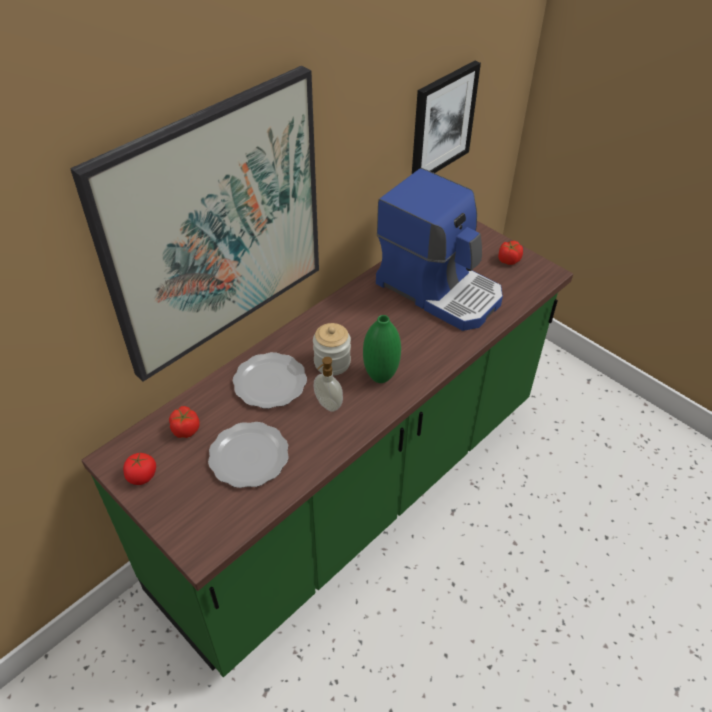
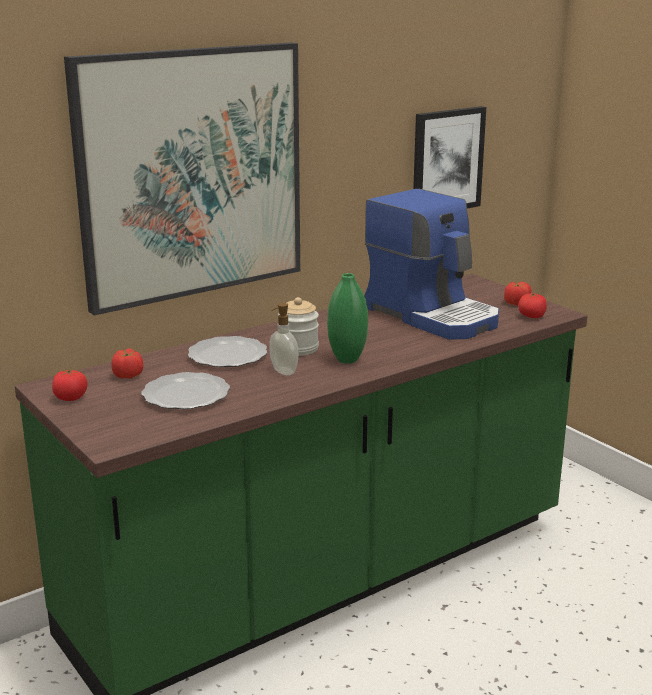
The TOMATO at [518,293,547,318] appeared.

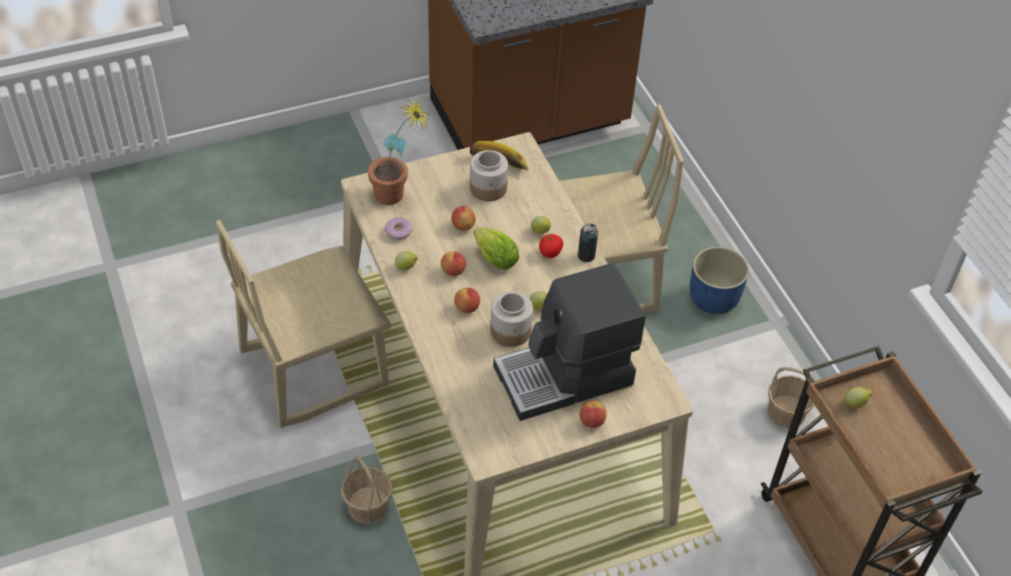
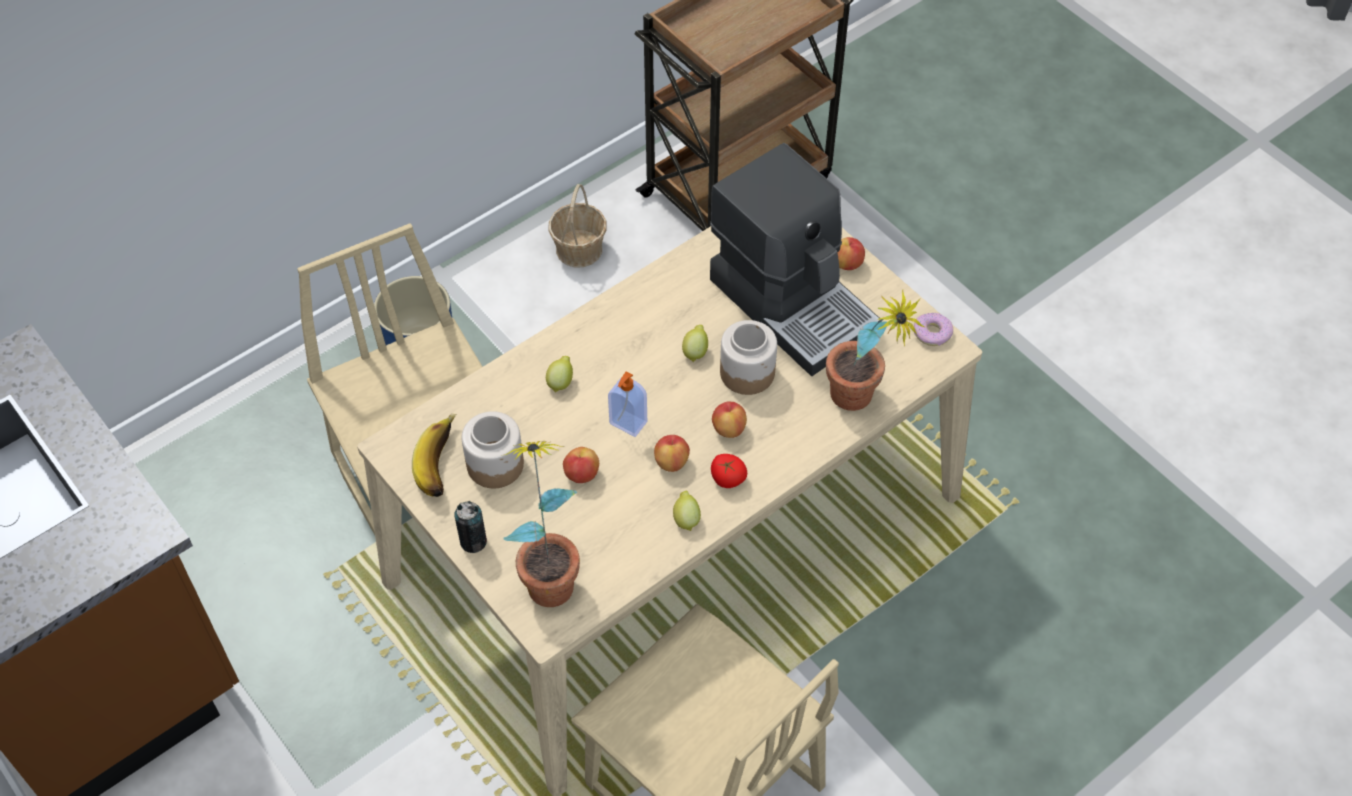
The SEALED CAN moved from [577,223,598,262] to [454,501,487,553].
The LETTUCE HEAD at [473,227,519,270] was replaced by the LIQUID SOAP BOTTLE at [608,372,647,437].
The TOMATO moved from [539,234,563,258] to [711,454,747,488].
The HOUSEPLANT at [826,289,925,411] appeared.
The RING DOUGHNUT moved from [385,217,412,241] to [914,313,953,346].
The STORAGE BASKET at [341,456,393,524] disappeared.
The WHOLE LEMON at [845,387,873,408] disappeared.

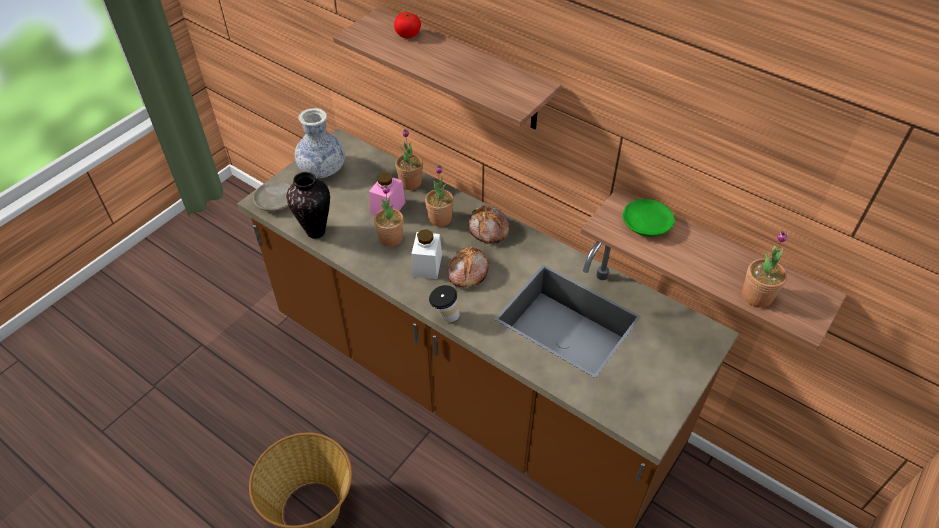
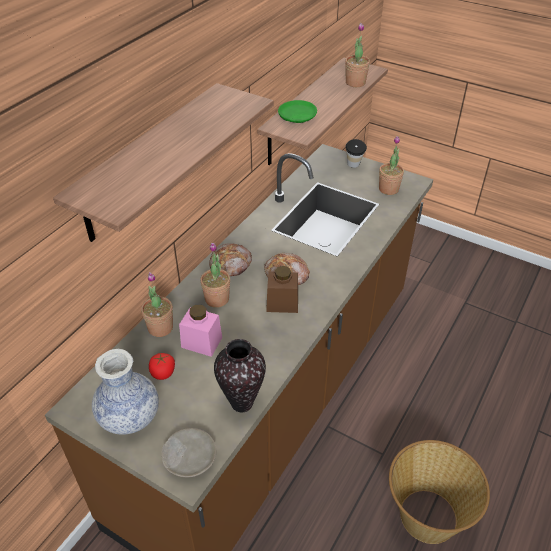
The TOMATO moved from [394,12,421,38] to [149,353,175,380].
The WHITE-COLOURED JAR at [411,229,442,279] became the BROWNISH JAR at [266,266,298,313].
The DRINKING CUP moved from [429,285,460,323] to [346,139,367,168].
The HOUSEPLANT moved from [374,185,404,247] to [379,136,404,195].

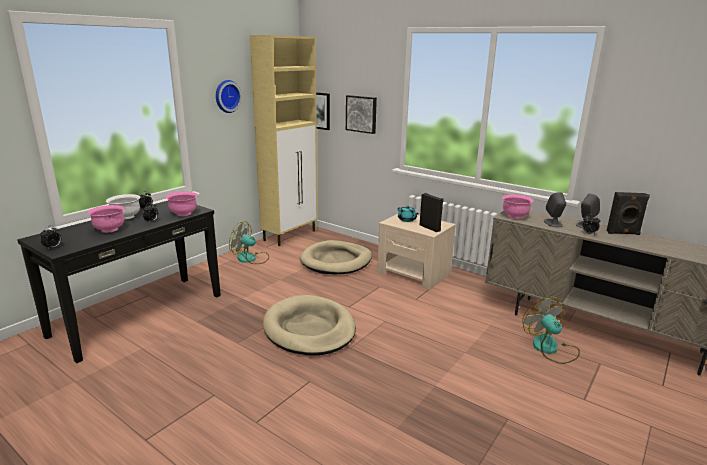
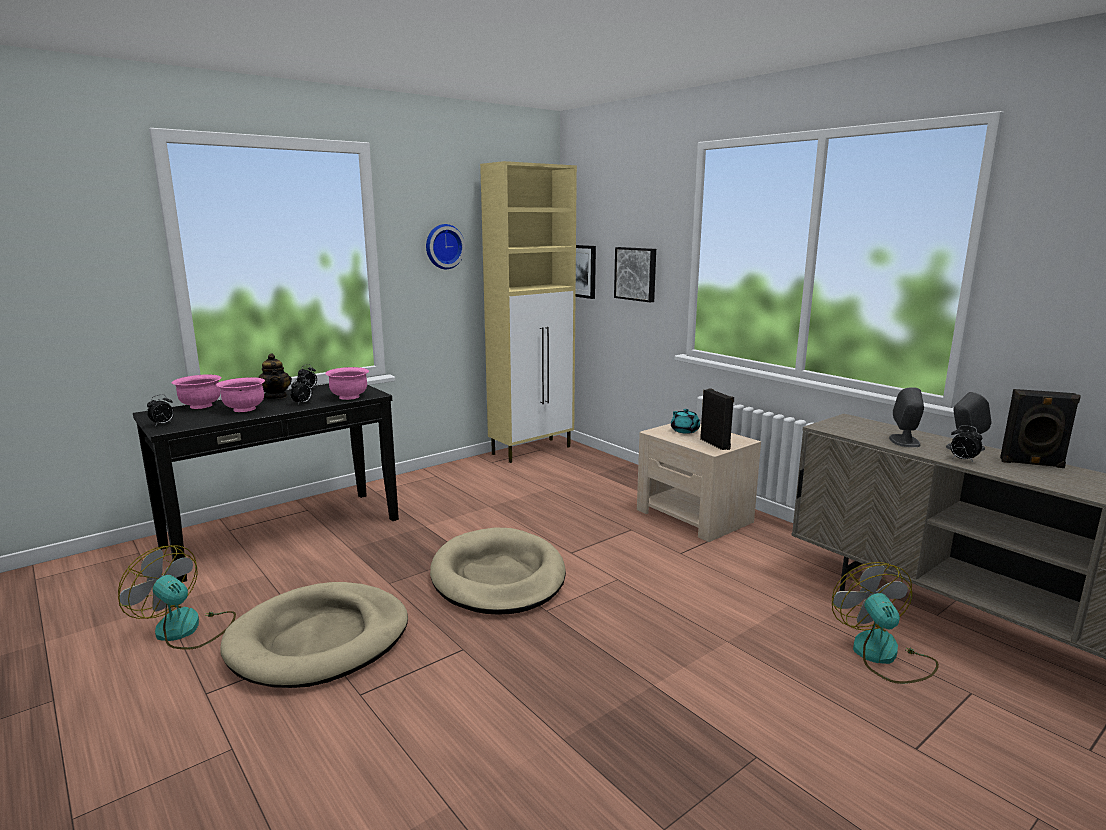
The FAN moved from [229,221,269,264] to [118,545,236,650].
The PINK DEEP DISH moved from [502,194,534,219] to [172,374,222,409].
The BEIGE DOG CUSHION moved from [300,240,372,274] to [220,582,408,688].
The WHITE-COLOURED DEEP DISH at [106,194,140,220] was replaced by the POT FOR TEA at [258,353,292,399].

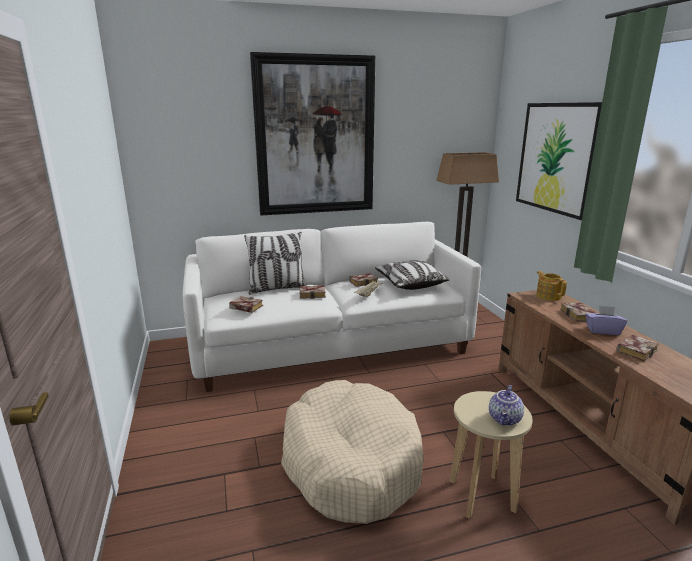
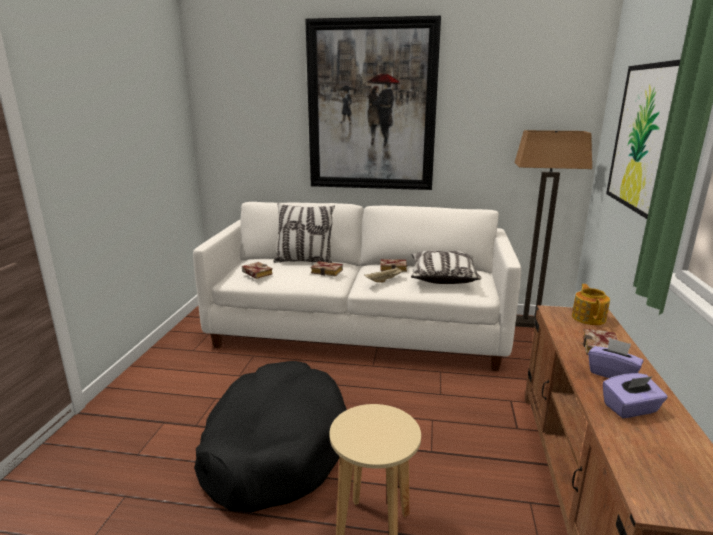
The BEIGE DOG CUSHION at [281,380,423,524] became the BLACK-COLOURED DOG CUSHION at [194,361,347,513].
The BOUND BOOK at [616,335,659,361] was replaced by the PURPLISH TISSUE BOX at [603,373,668,418].
The POT FOR TEA at [489,385,524,426] disappeared.

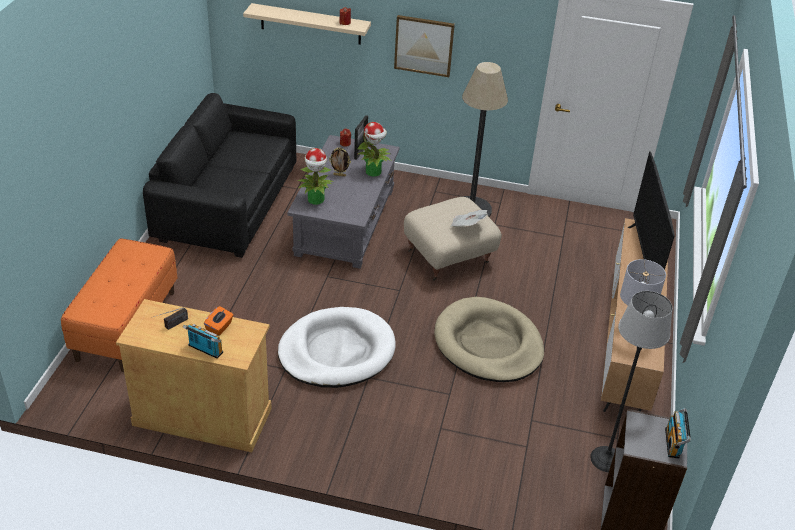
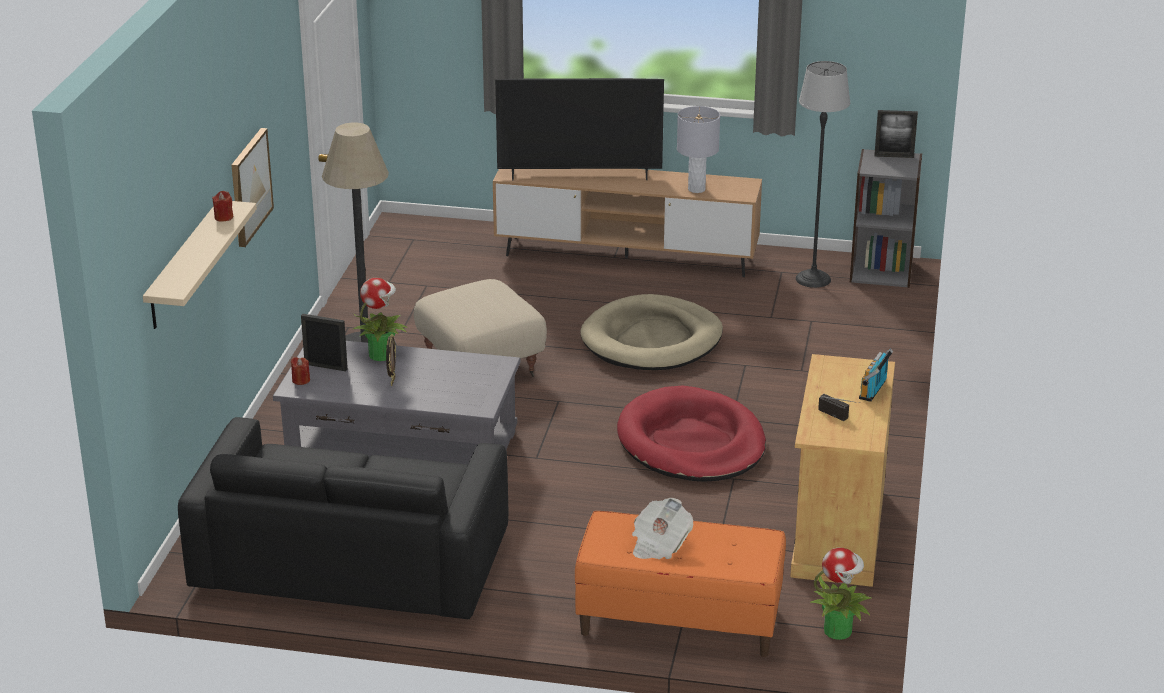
The WHITE-COLOURED DOG CUSHION at [278,307,396,388] became the RED DOG CUSHION at [617,386,766,482].
The PRINTED PAPER moved from [450,210,488,227] to [632,498,693,559].
The HOUSEPLANT moved from [298,148,333,205] to [810,547,871,640].
The RADIO at [665,408,691,458] was replaced by the PHOTO FRAME at [874,110,918,158].
The ORANGE-COLOURED TISSUE BOX at [204,306,233,336] disappeared.

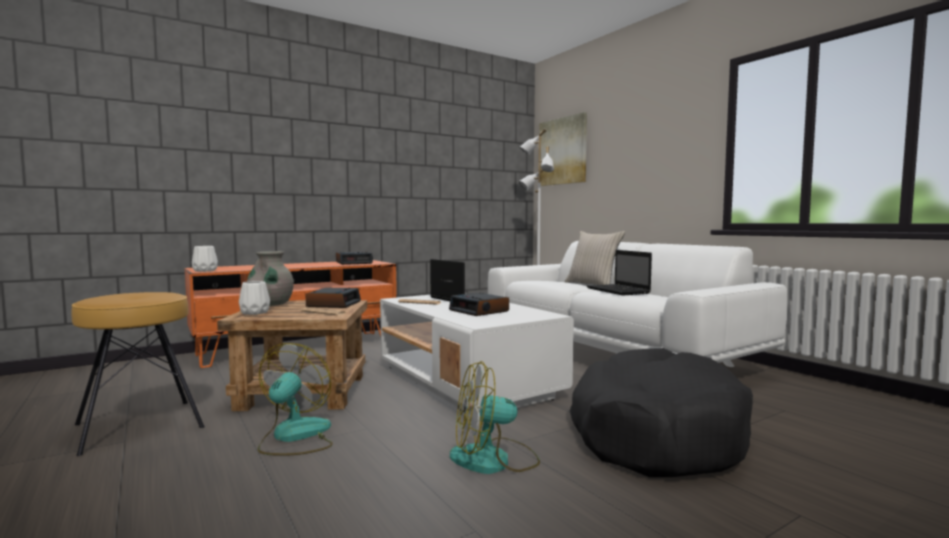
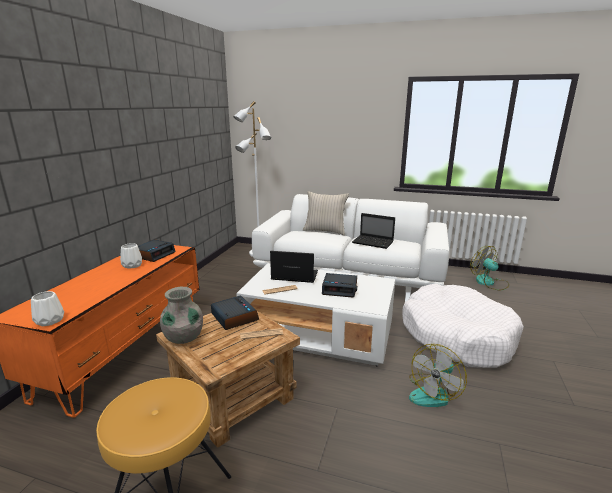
The WHITE-COLOURED FLOWER VASE moved from [239,281,270,315] to [120,243,142,269].
The BLACK-COLOURED DOG CUSHION at [570,348,753,477] became the WHITE-COLOURED DOG CUSHION at [402,284,524,368].
The FAN moved from [258,343,333,456] to [470,246,509,290].
The PICTURE at [539,112,587,186] disappeared.

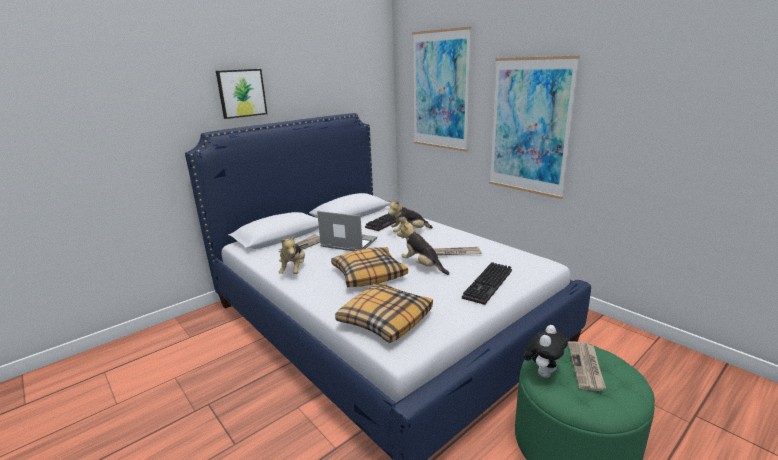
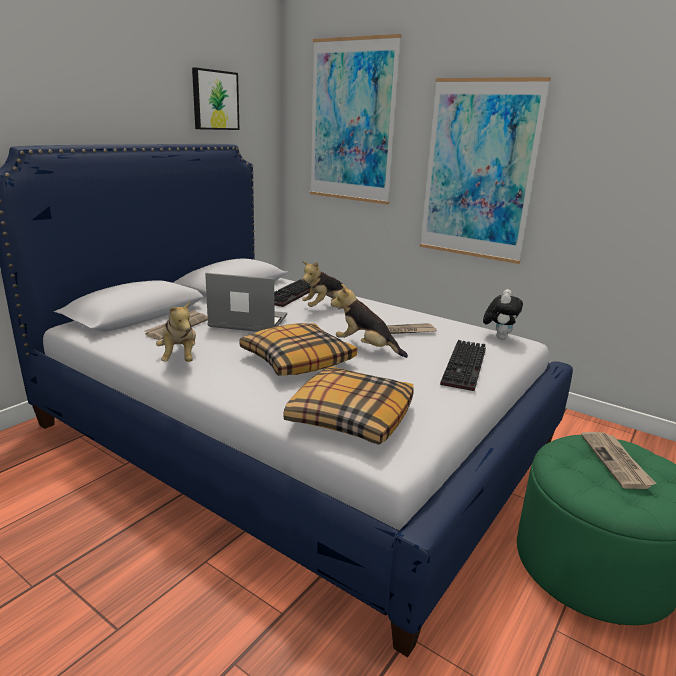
The PICTURE moved from [216,69,267,119] to [192,68,240,130].
The CUDDLY TOY moved from [524,325,568,378] to [483,289,523,339].

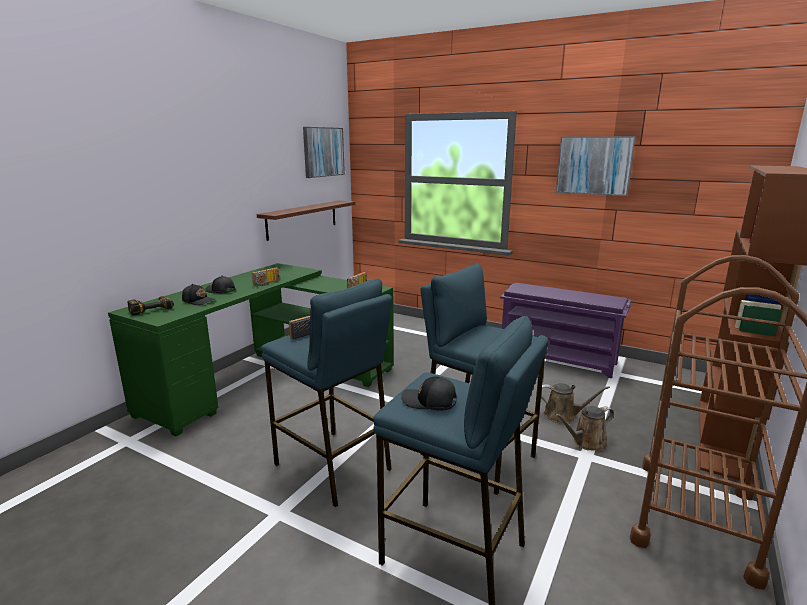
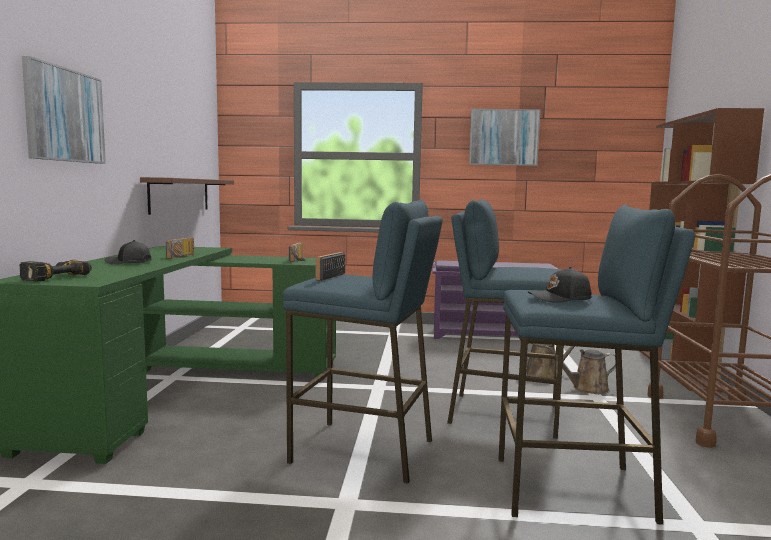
The PICTURE moved from [303,127,345,178] to [22,56,106,164].
The BROWNISH WATERING POT at [555,406,614,451] turned 45 degrees clockwise.
The BLACK-COLOURED BASEBALL CAP at [182,284,215,305] disappeared.

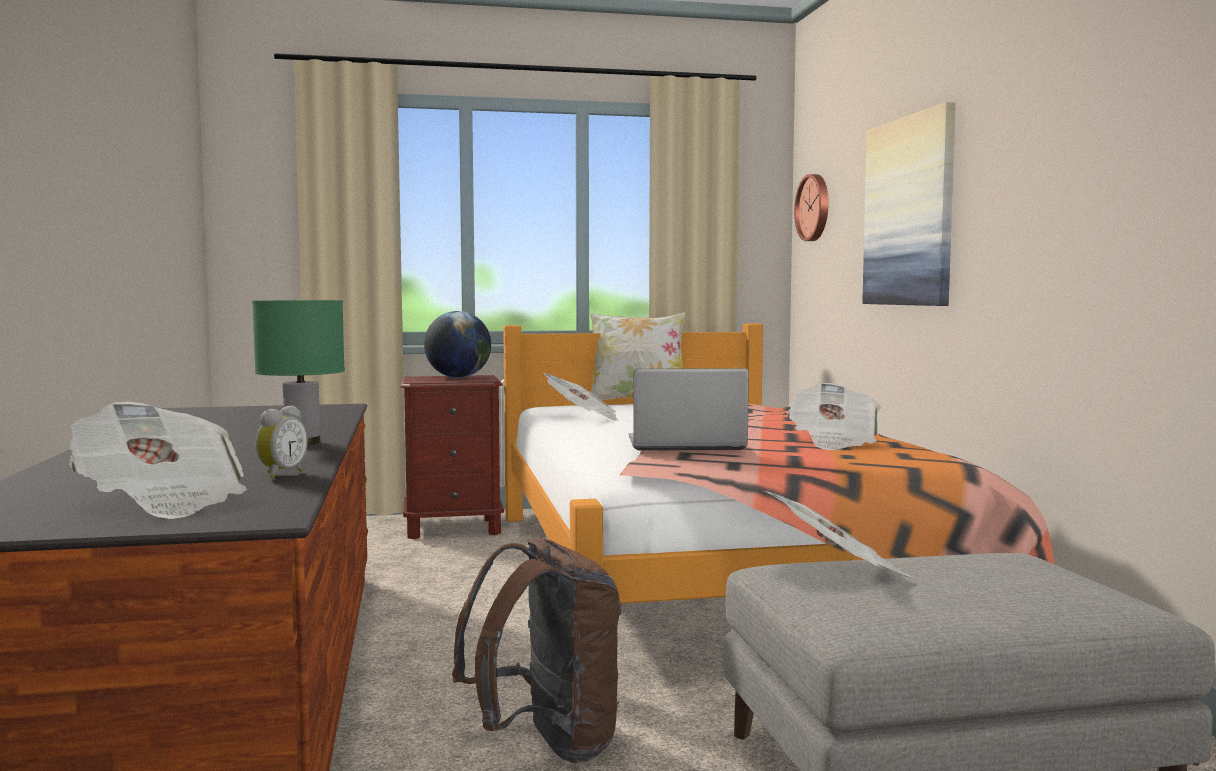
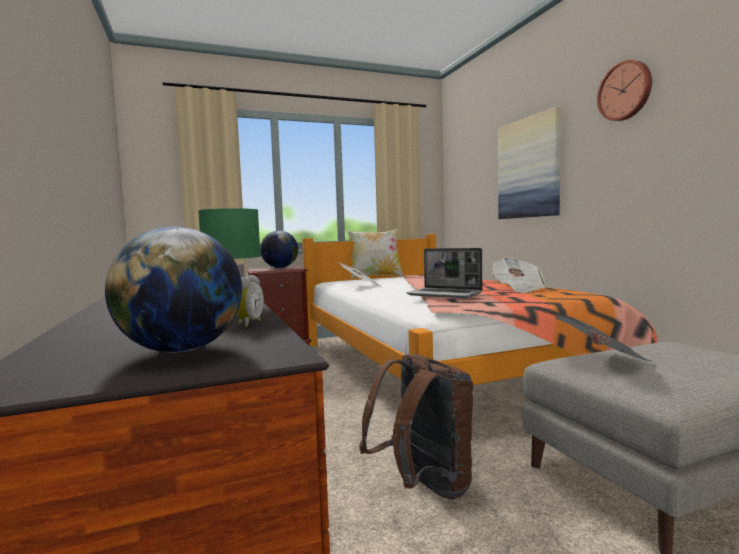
The PRINTED PAPER at [69,402,247,519] was replaced by the WORLD GLOBE at [105,226,242,353].
The PORTABLE COMPUTER at [629,368,749,451] turned 135 degrees counterclockwise.
The HANGING CLOCK moved from [794,174,829,241] to [597,60,652,121].

